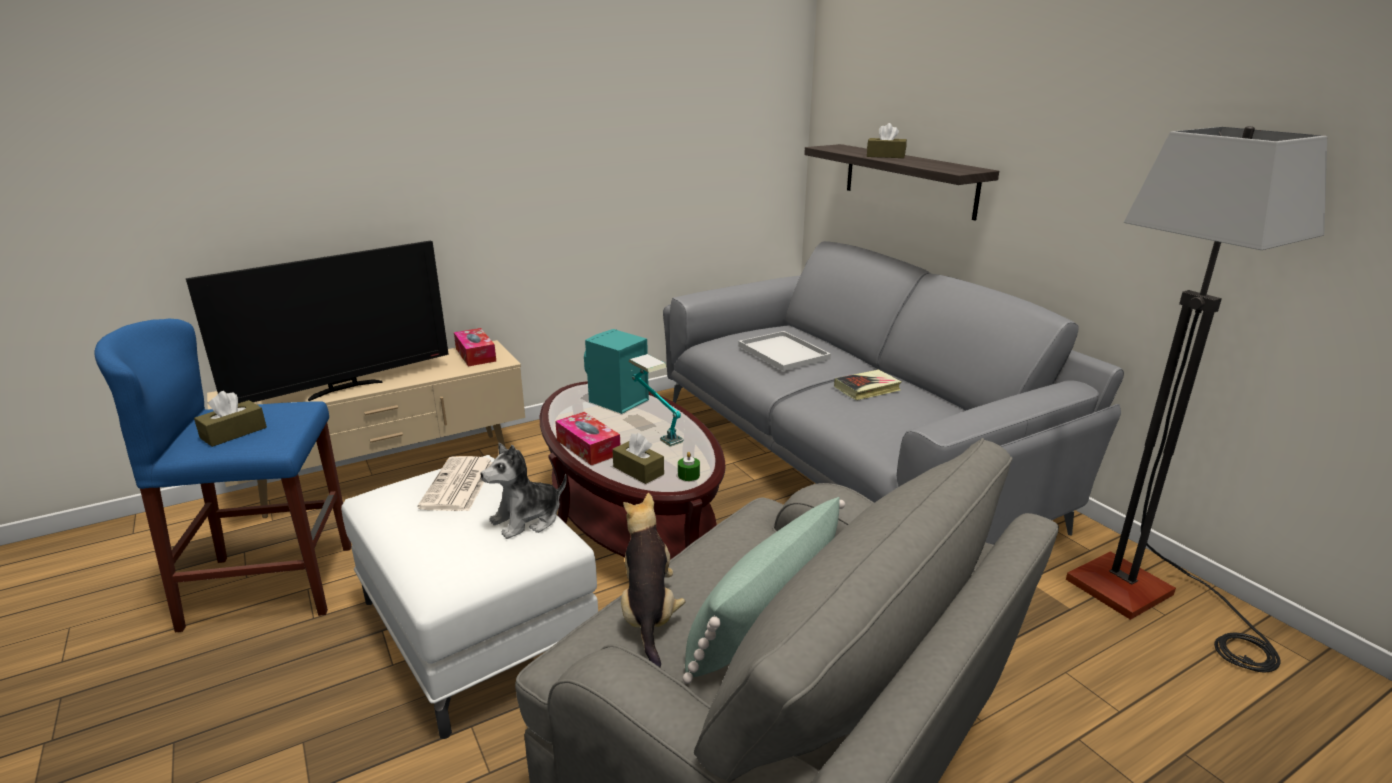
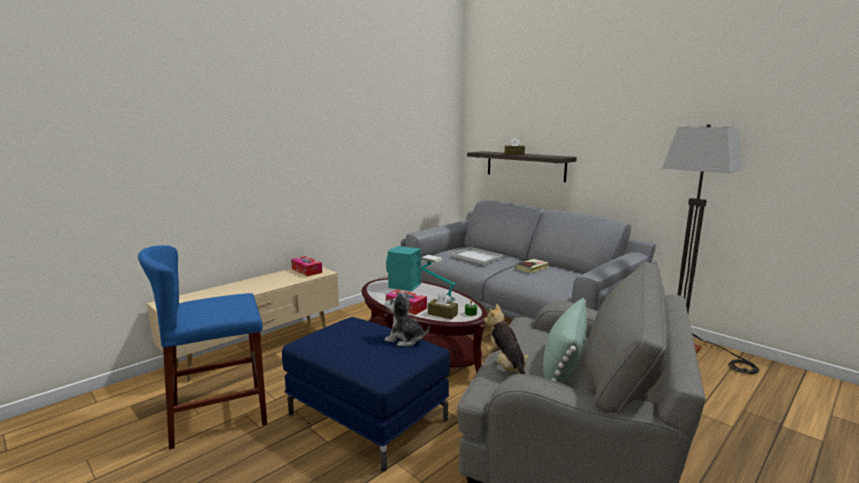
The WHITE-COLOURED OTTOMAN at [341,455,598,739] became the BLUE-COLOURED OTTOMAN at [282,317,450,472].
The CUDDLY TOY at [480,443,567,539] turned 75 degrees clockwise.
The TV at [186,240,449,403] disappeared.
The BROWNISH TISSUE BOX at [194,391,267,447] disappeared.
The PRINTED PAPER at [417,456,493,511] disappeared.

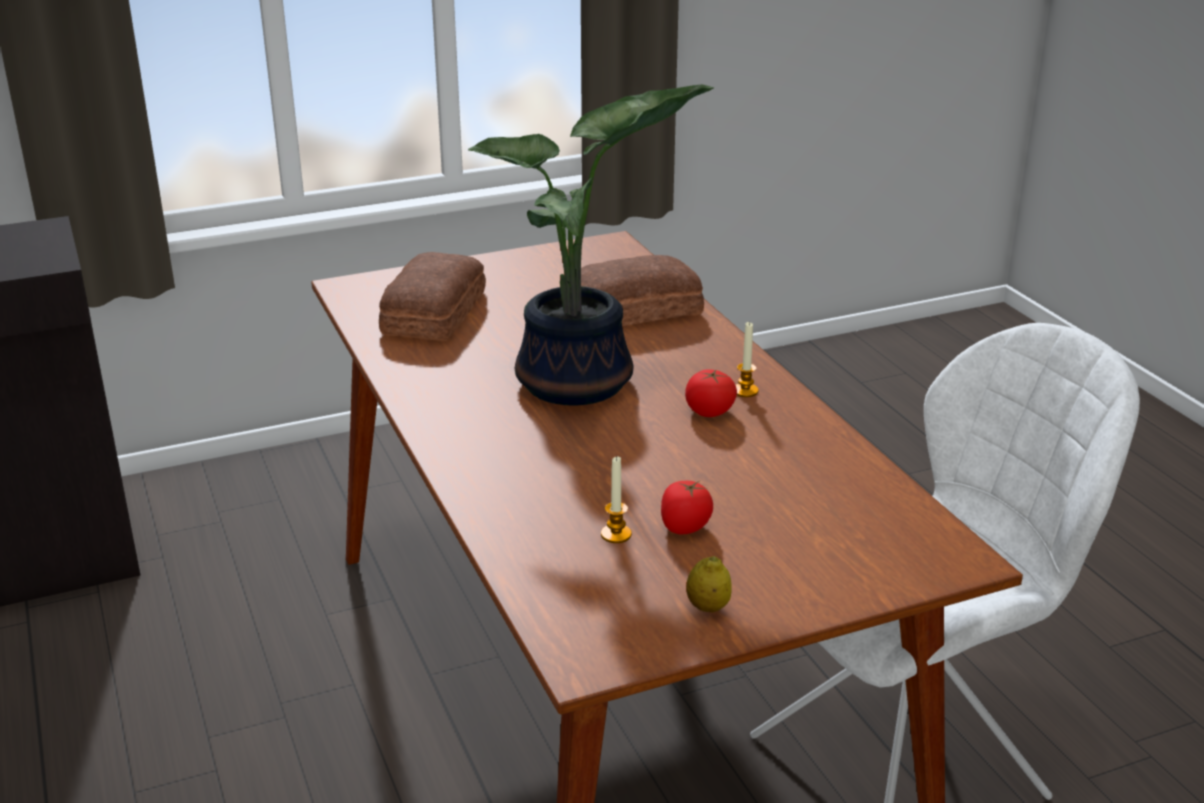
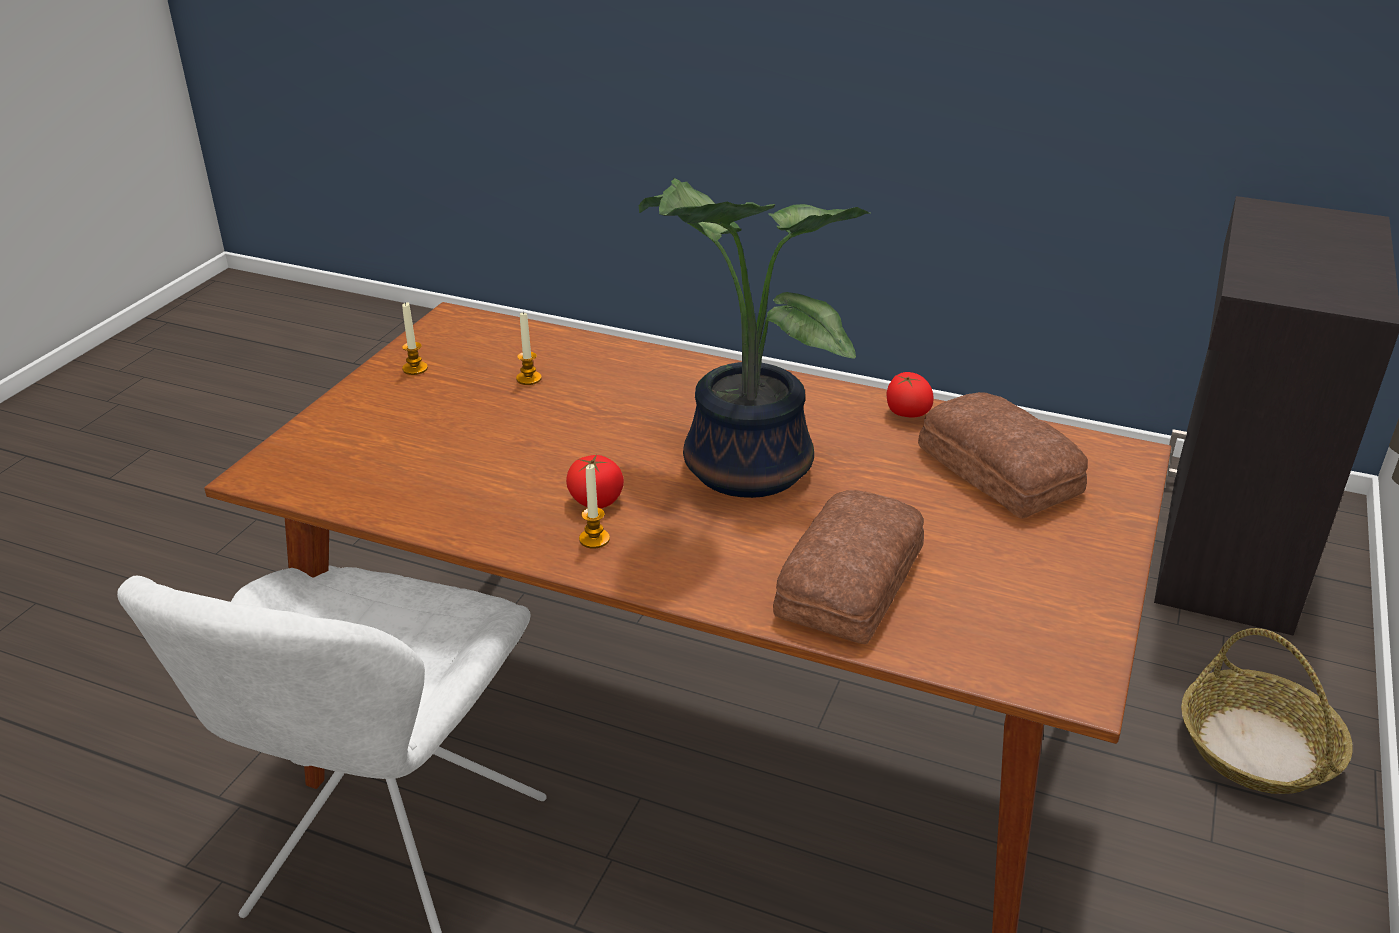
The WHOLE LEMON at [687,556,732,612] was replaced by the WAX LIGHT at [402,302,428,375].
The TOMATO moved from [661,481,713,534] to [887,372,934,418].
The STORAGE BASKET at [1181,628,1353,794] appeared.

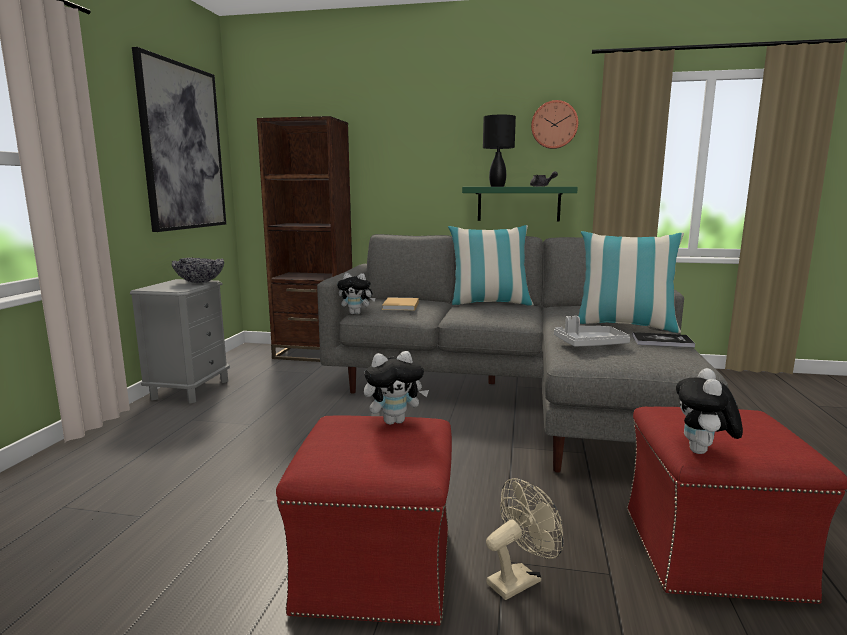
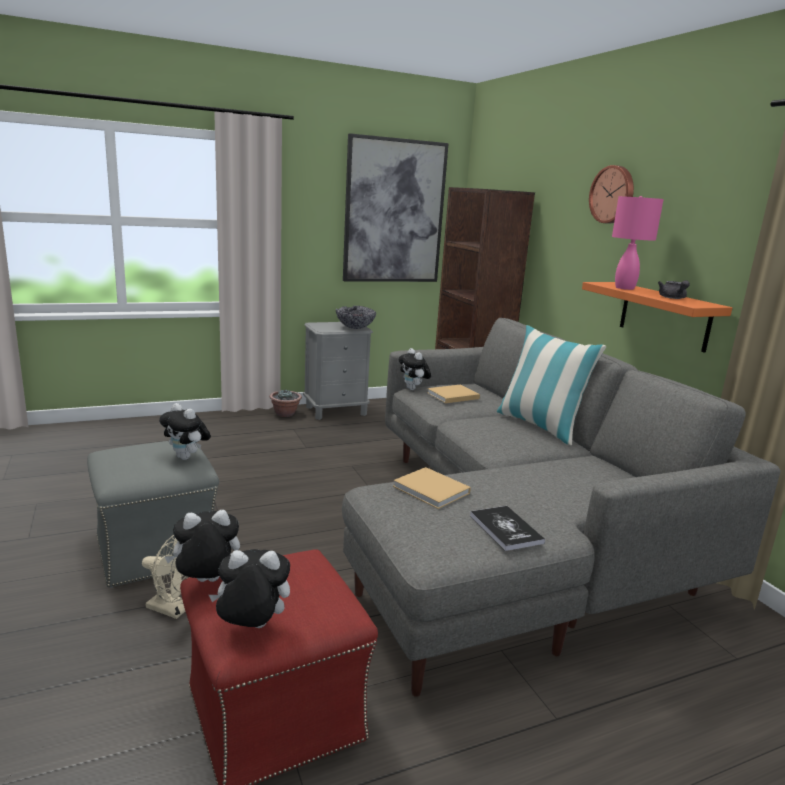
The RED OTTOMAN at [276,415,452,626] became the GREYISH OTTOMAN at [87,441,219,588].
The CUDDLY TOY at [209,549,290,628] appeared.
The HOUSEPLANT at [270,389,302,417] appeared.
The GREYISH SERVING TRAY at [554,316,630,347] was replaced by the BEIGE BOUND BOOK at [393,467,471,509].
The GREEN-COLOURED WALL SHELF at [462,187,578,222] became the ORANGE-COLOURED WALL SHELF at [582,282,732,353].
The HANGING CLOCK moved from [531,100,578,149] to [589,165,634,224].
The BLACK-COLOURED TABLE LAMP at [483,115,516,187] became the PINK TABLE LAMP at [612,196,664,290].
The THROW PILLOW at [578,231,684,333] disappeared.

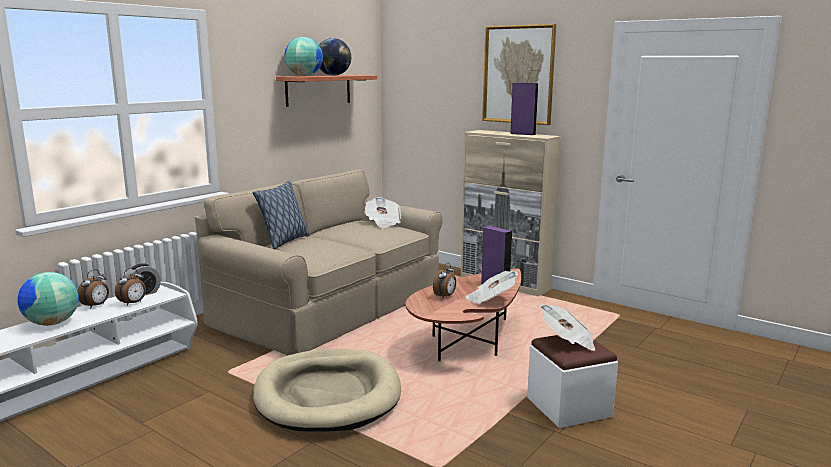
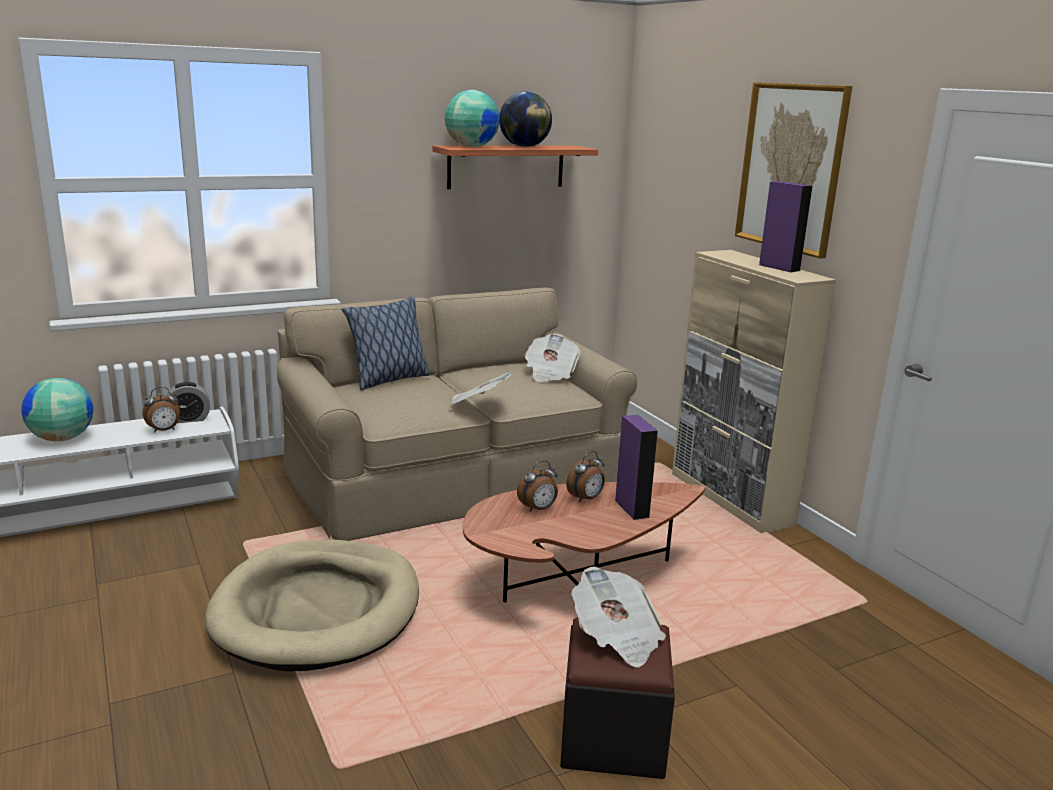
The PRINTED PAPER moved from [466,271,518,304] to [451,373,512,405].
The WHITE-COLOURED OTTOMAN at [527,335,618,428] became the BLACK-COLOURED OTTOMAN at [560,617,675,779].
The TABLE CLOCK moved from [78,269,109,308] to [566,451,605,502].

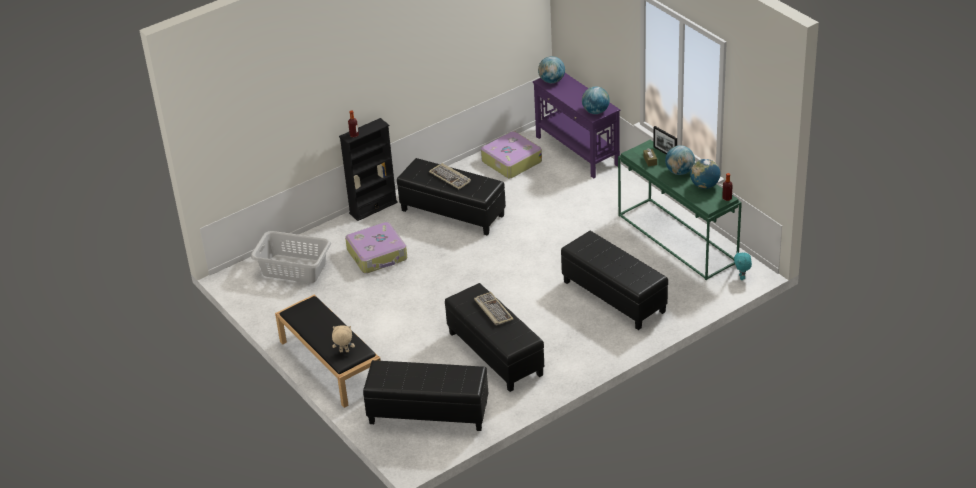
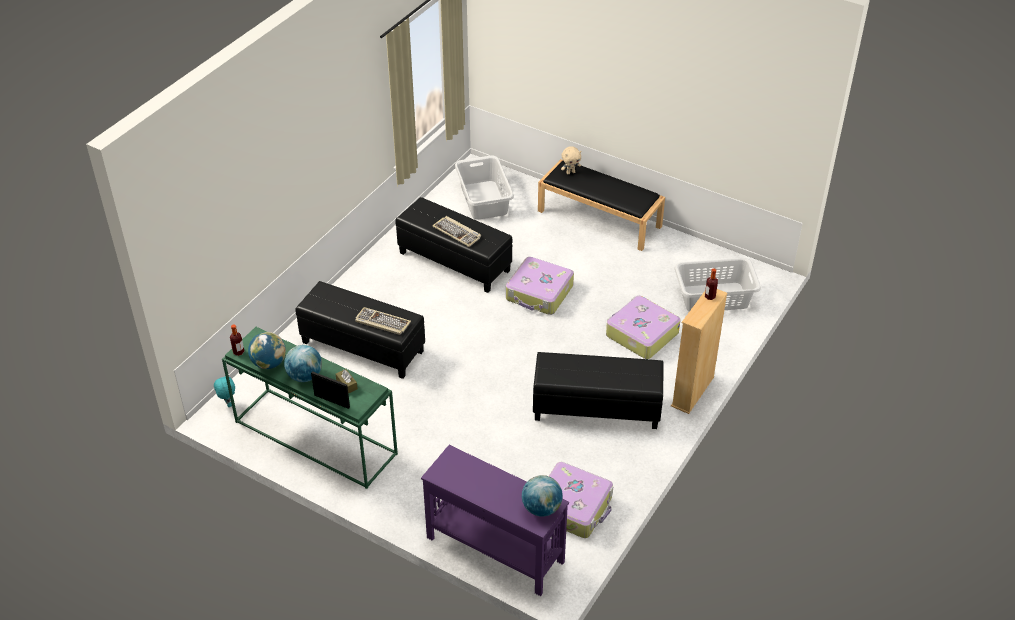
The KEYBOARD moved from [429,163,471,189] to [355,307,411,335].
The BLACK-COLOURED OTTOMAN at [363,360,488,431] was replaced by the GREYISH LAUNDRY BASKET at [455,155,514,220].
The PIECE OF LUGGAGE at [506,257,574,315] appeared.
The BLACK-COLOURED SHELVING UNIT at [339,118,398,221] became the BEIGE SHELVING UNIT at [671,289,727,414].
The WORLD GLOBE at [582,86,610,114] disappeared.

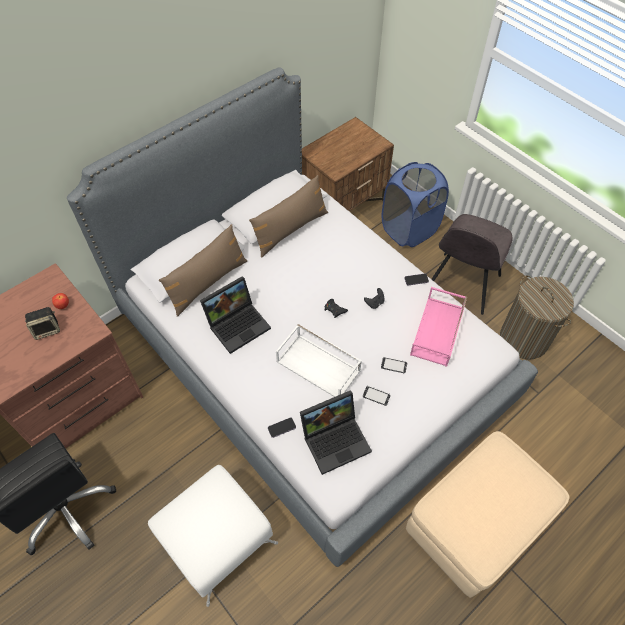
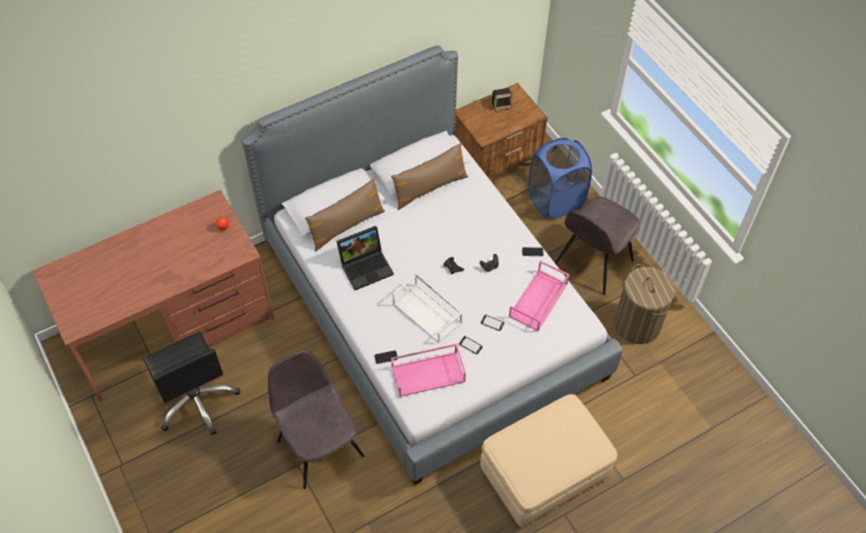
The WHITE-COLOURED OTTOMAN at [148,465,278,607] was replaced by the GREYISH PLAIN CHAIR at [268,349,364,489].
The PORTABLE COMPUTER at [300,390,372,475] was replaced by the PINK SERVING TRAY at [391,343,466,397].
The AUDIO SPEAKER moved from [25,307,60,340] to [492,88,513,111].

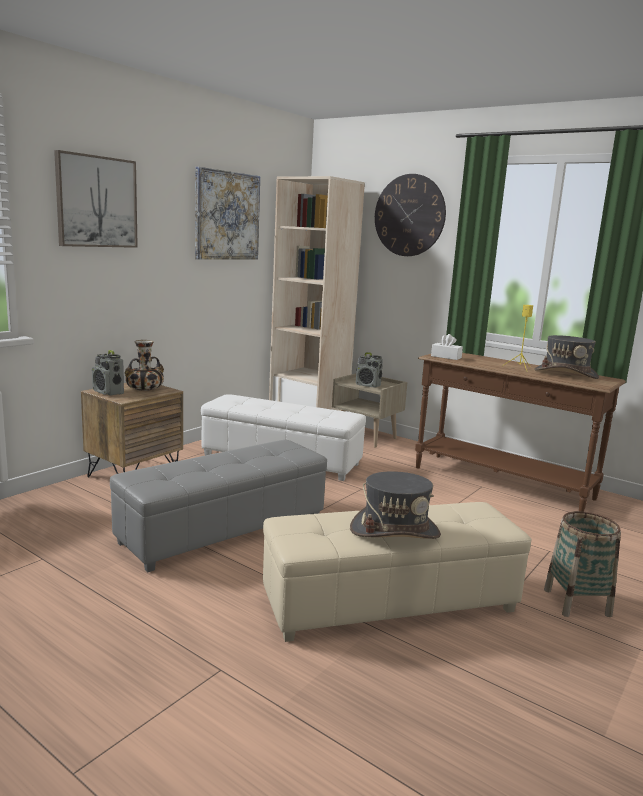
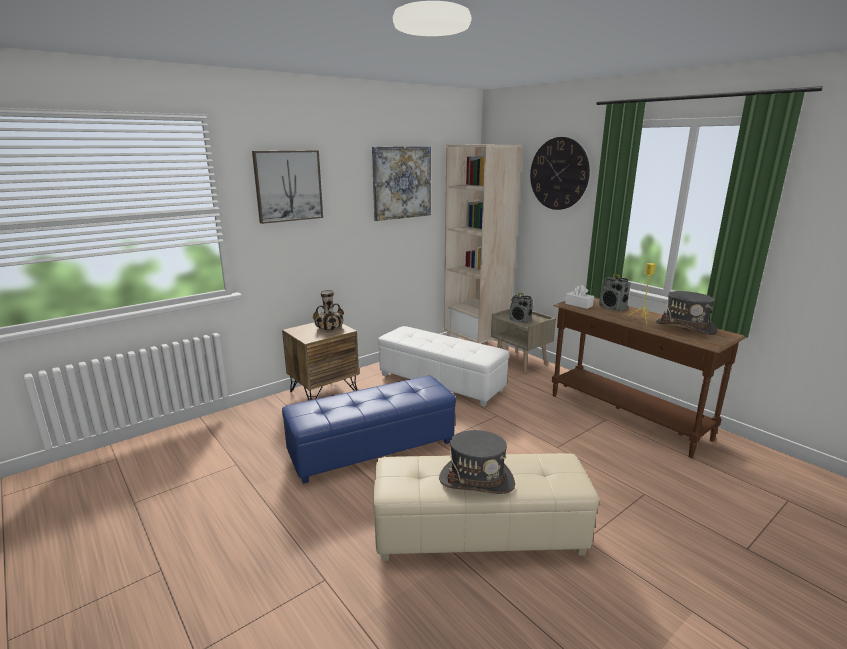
The GREYISH OTTOMAN at [110,440,327,572] became the BLUE-COLOURED OTTOMAN at [282,376,456,484].
The RADIO moved from [92,350,124,396] to [599,274,630,311].
The STORAGE BASKET at [544,511,621,617] disappeared.

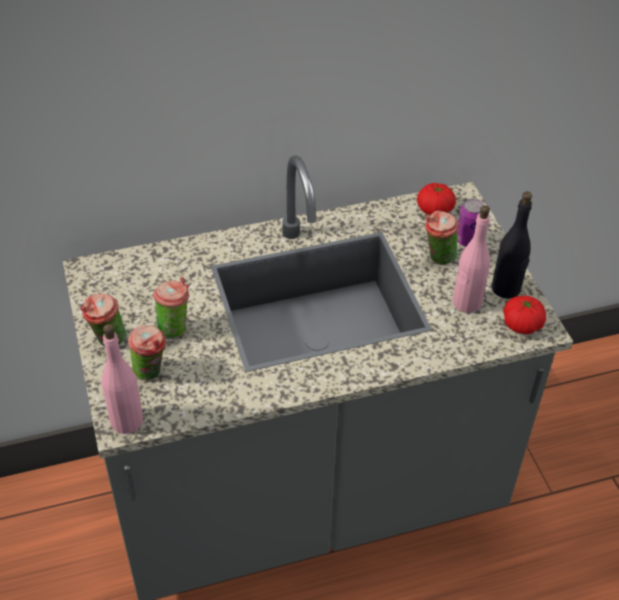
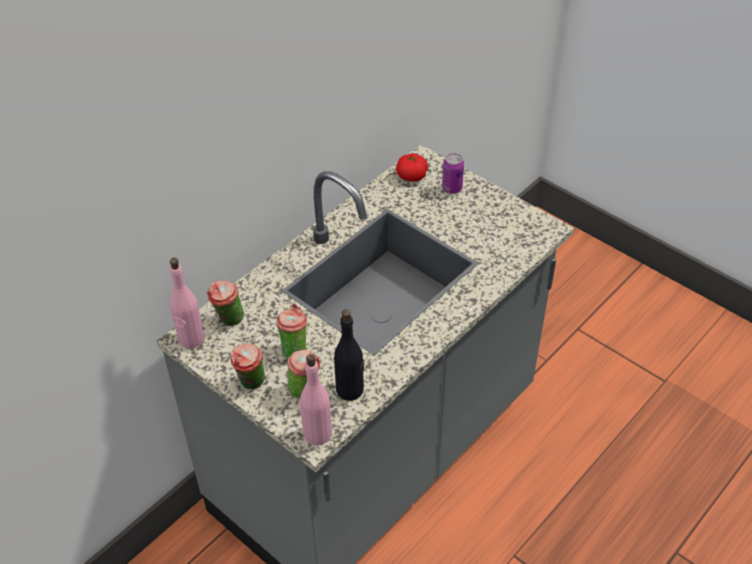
The PINK BEVERAGE BOTTLE moved from [453,205,490,313] to [170,258,205,349].
The DRINKING CUP moved from [425,210,459,265] to [207,281,244,326].
The BLACK-COLOURED BEVERAGE BOTTLE moved from [492,192,532,299] to [334,309,364,401].
The TOMATO at [503,295,546,334] disappeared.

